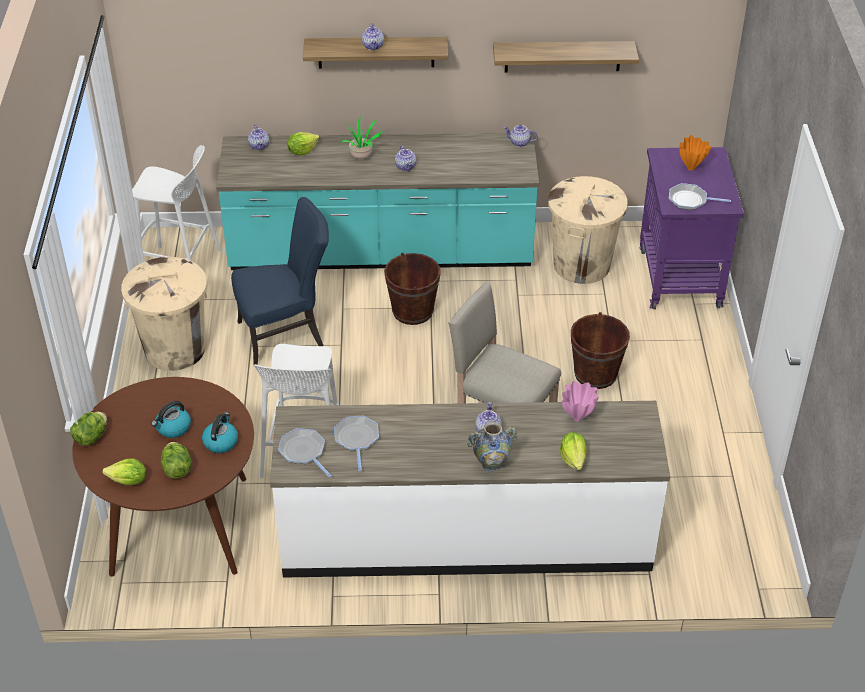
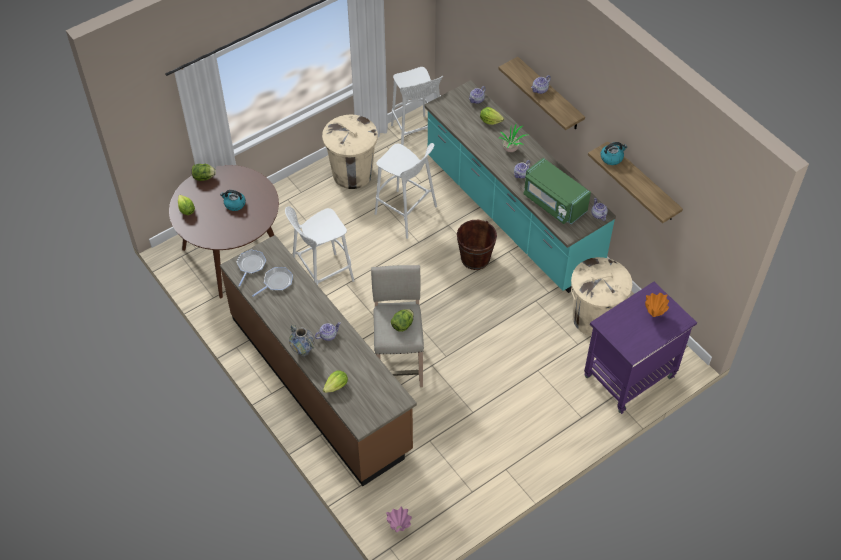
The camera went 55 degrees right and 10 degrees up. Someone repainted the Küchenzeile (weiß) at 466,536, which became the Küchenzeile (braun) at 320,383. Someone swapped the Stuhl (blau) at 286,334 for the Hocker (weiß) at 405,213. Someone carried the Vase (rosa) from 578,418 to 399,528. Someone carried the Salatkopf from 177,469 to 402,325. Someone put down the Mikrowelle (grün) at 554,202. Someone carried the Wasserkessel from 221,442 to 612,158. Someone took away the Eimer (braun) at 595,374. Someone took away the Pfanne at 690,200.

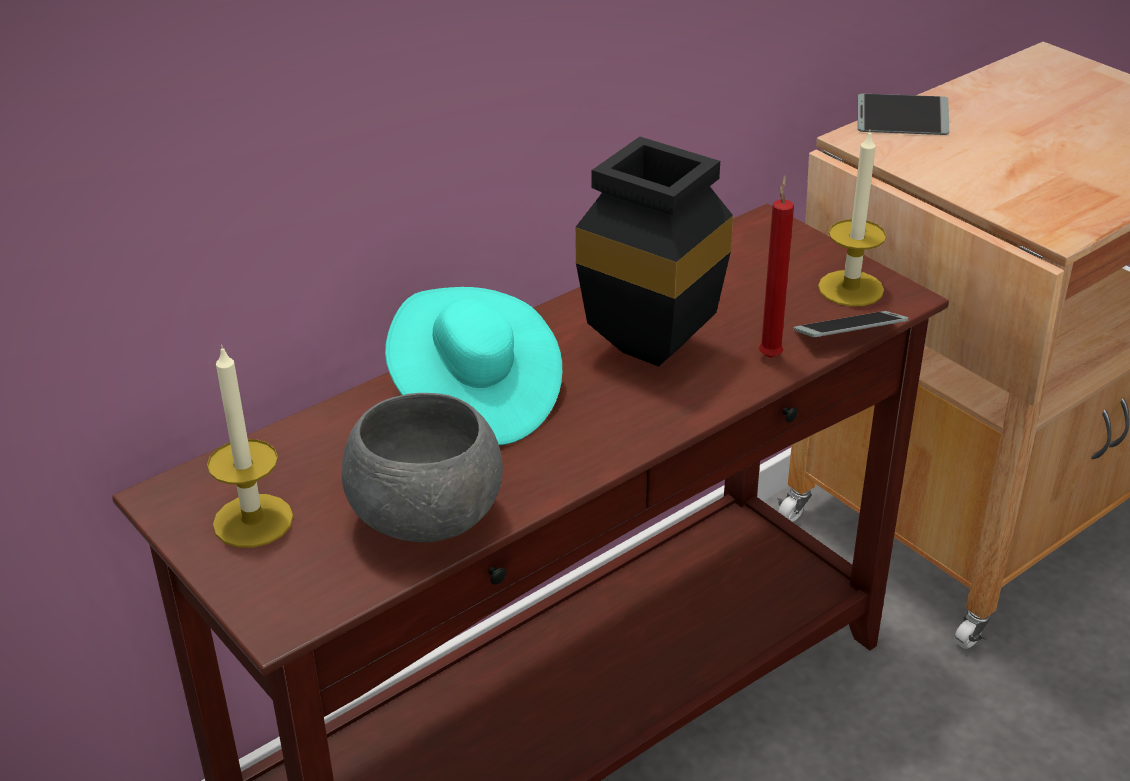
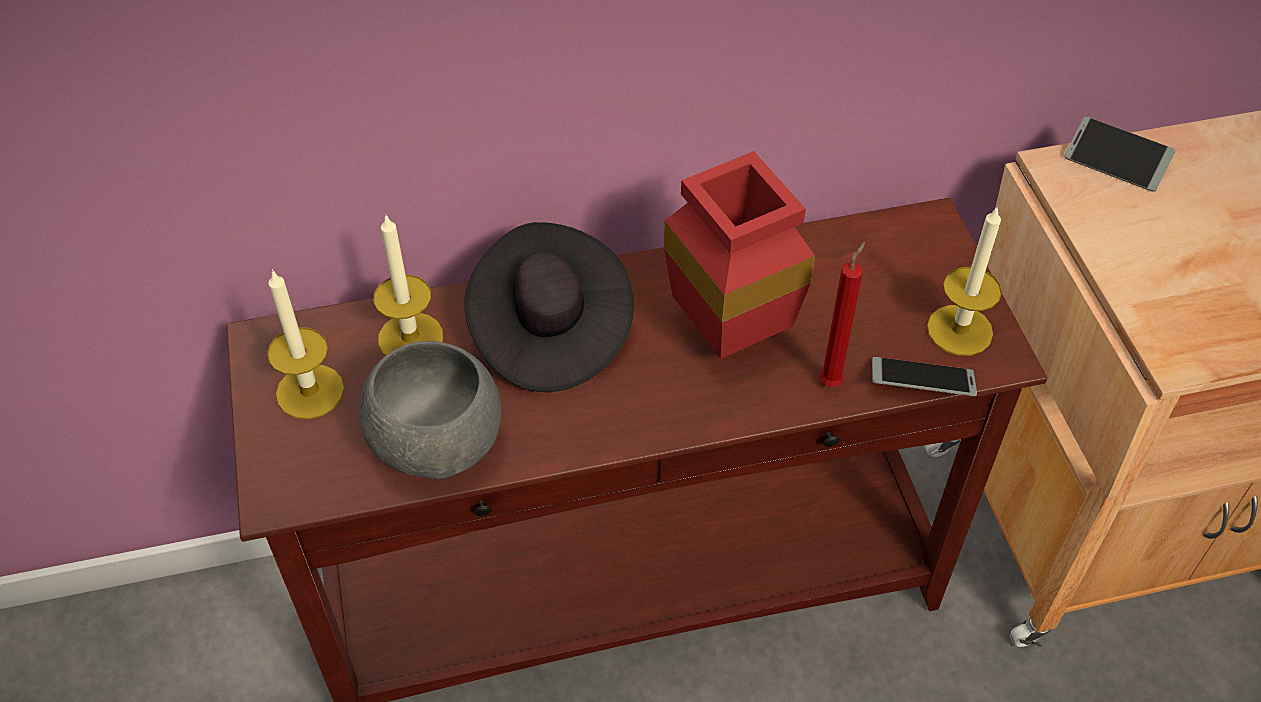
The camera went 25 degrees right and 15 degrees up. Someone put down the Kerze at 410,338. Someone repainted the Hut (türkis) at 474,399, which became the Hut (schwarz) at 549,332. Someone repainted the Vase (schwarz) at 658,350, which became the Vase (rot) at 736,337.

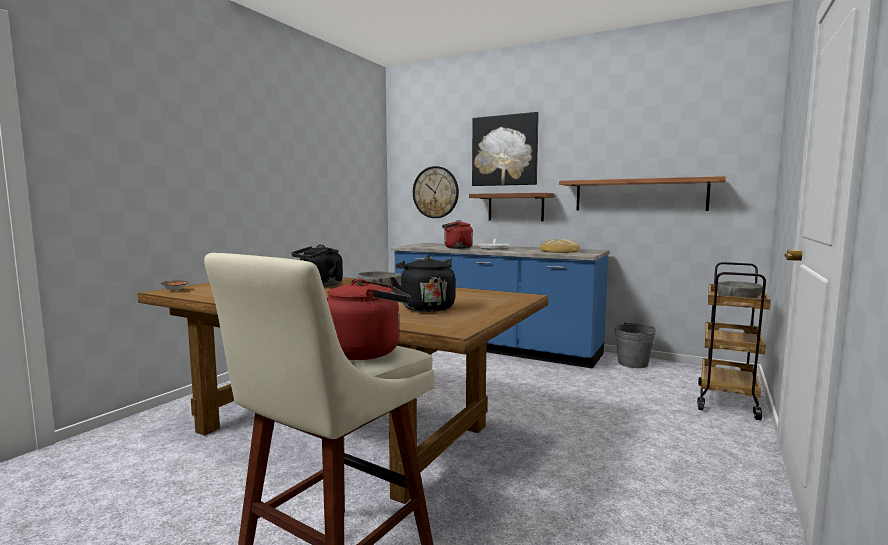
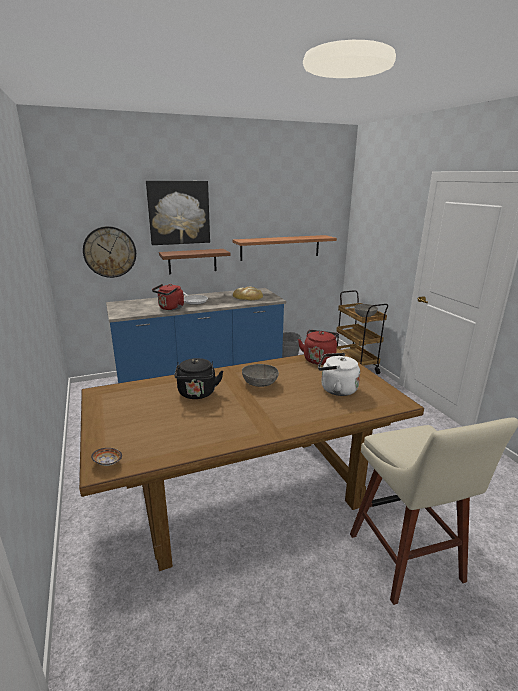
The camera went 50 degrees left and 15 degrees up. Someone carried the Wasserkessel (rot) from 367,351 to 319,359. Someone repainted the Wasserkessel (schwarz) at 425,308, which became the Wasserkessel (weiß) at 336,389.

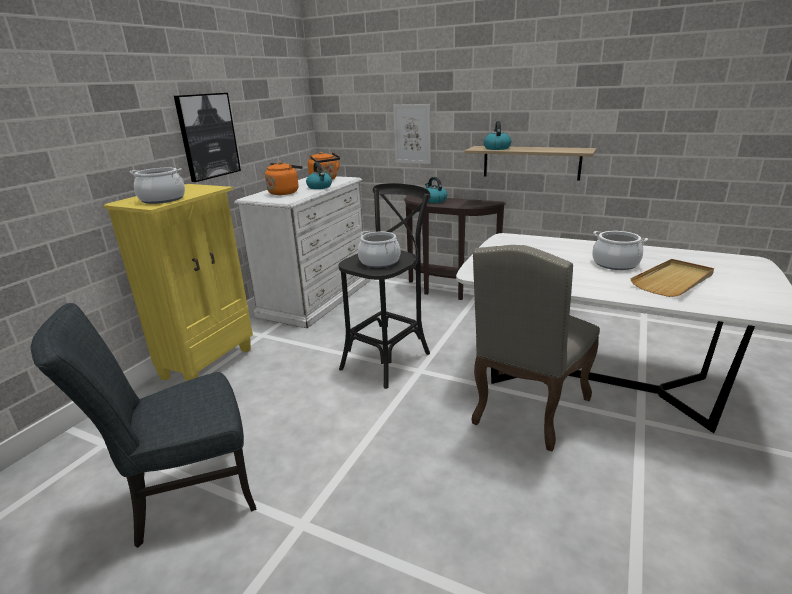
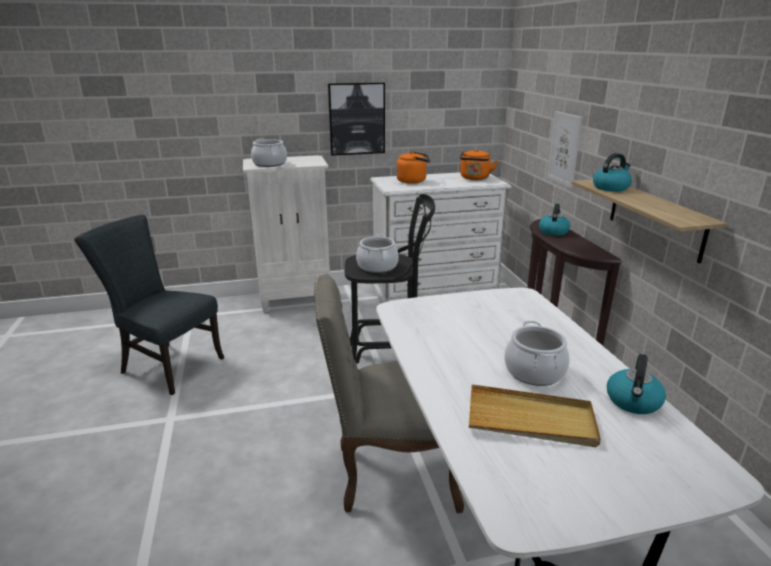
The camera went 50 degrees right and 0 degrees up. Someone repainted the Schrank (gelb) at 209,364, which became the Schrank (weiß) at 295,301. Someone carried the Wasserkessel from 320,187 to 633,402.

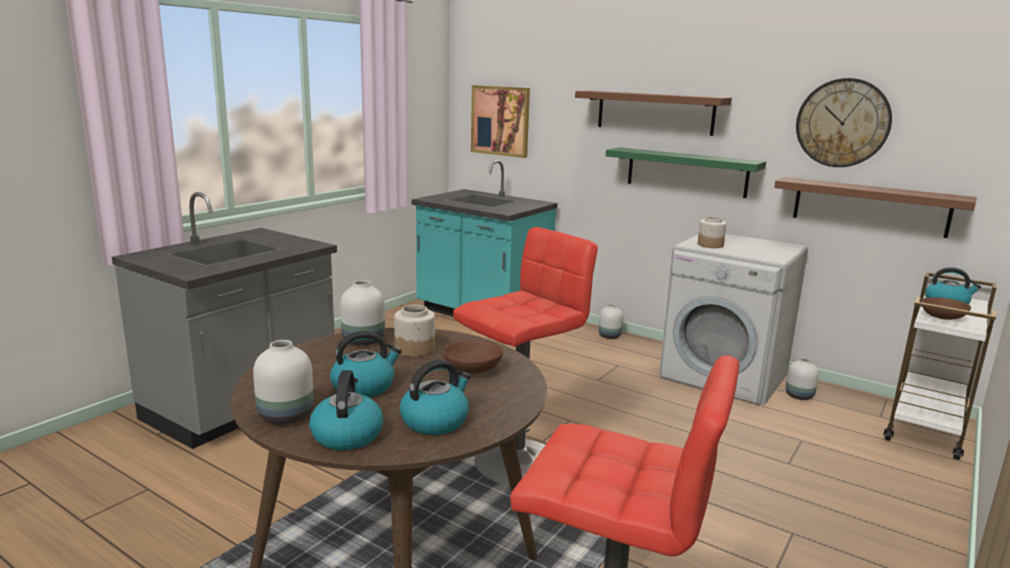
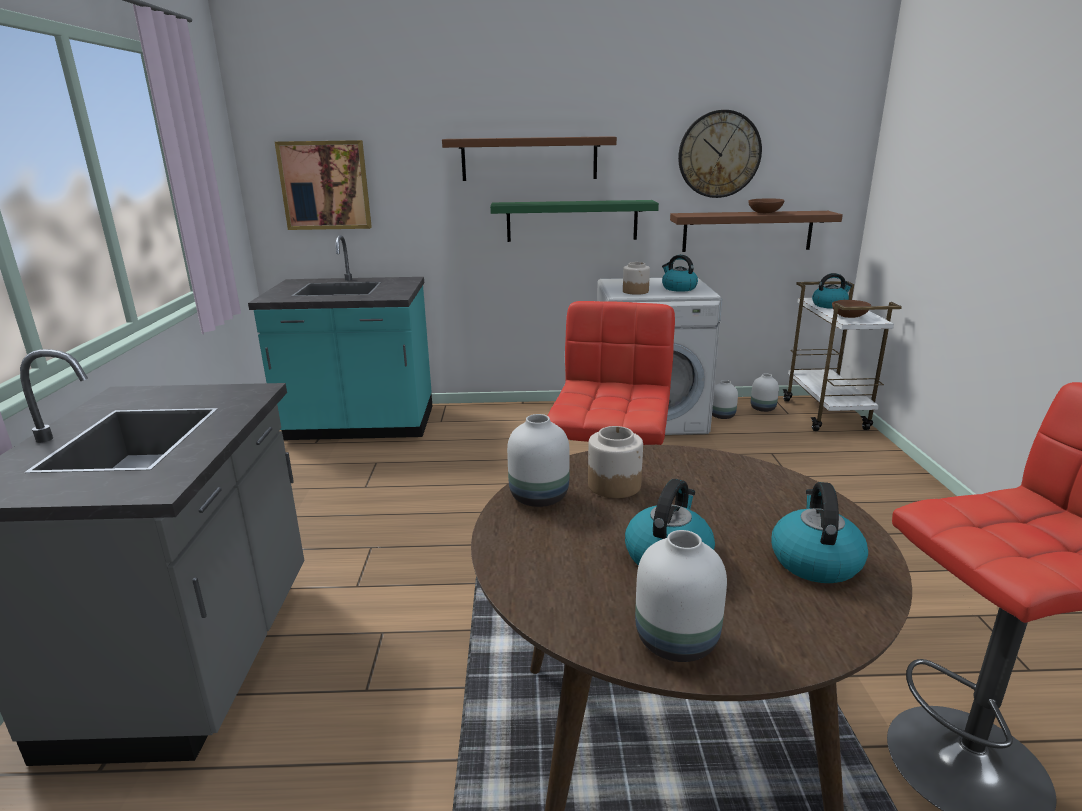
The camera went 35 degrees left and 5 degrees up. Someone carried the Wasserkessel from 347,435 to 678,288. Someone carried the Schüssel (braun) from 472,370 to 765,213. Someone carried the Vase (weiß) from 610,336 to 763,408.

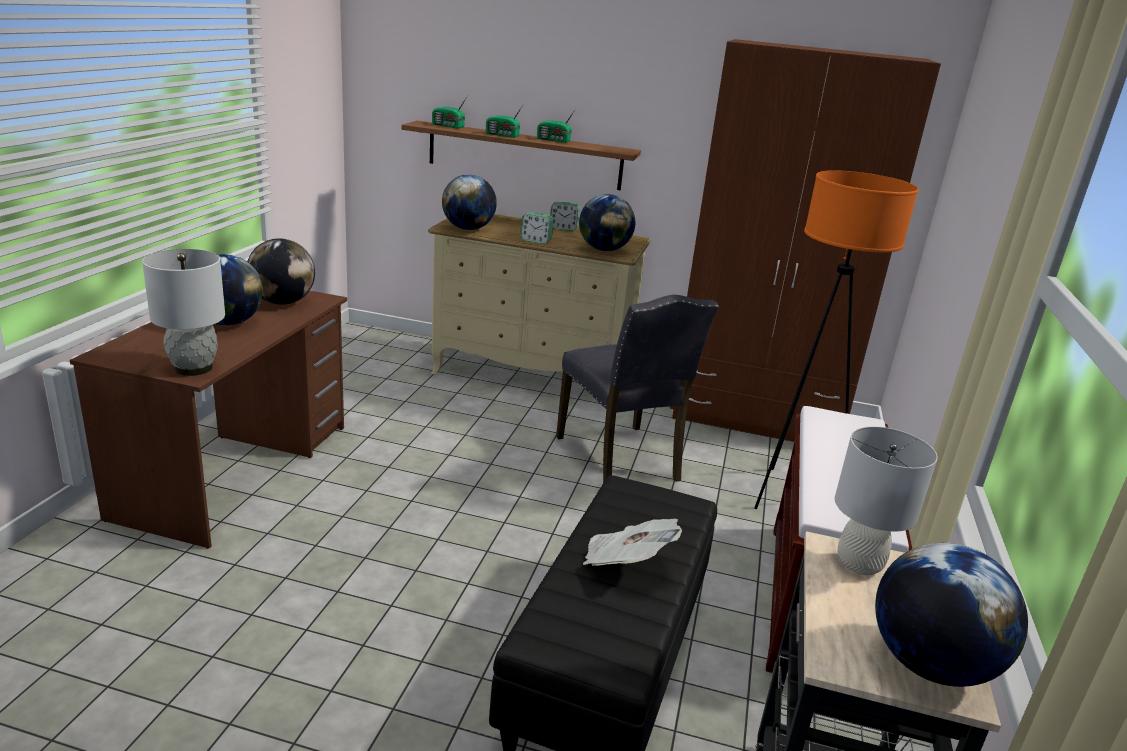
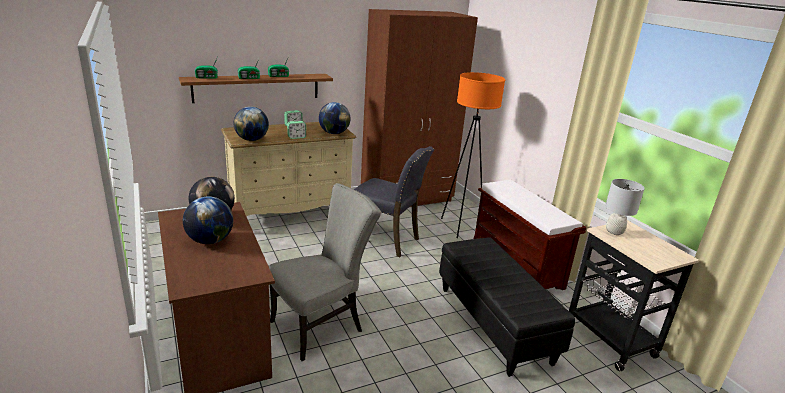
The camera went 40 degrees left and 0 degrees up. Someone put down the Stuhl (grau) at 322,325. Someone took away the Tischlampe (weiß) at 193,368. Someone took away the Zeitung at 626,562. Someone took away the Globus at 930,665.

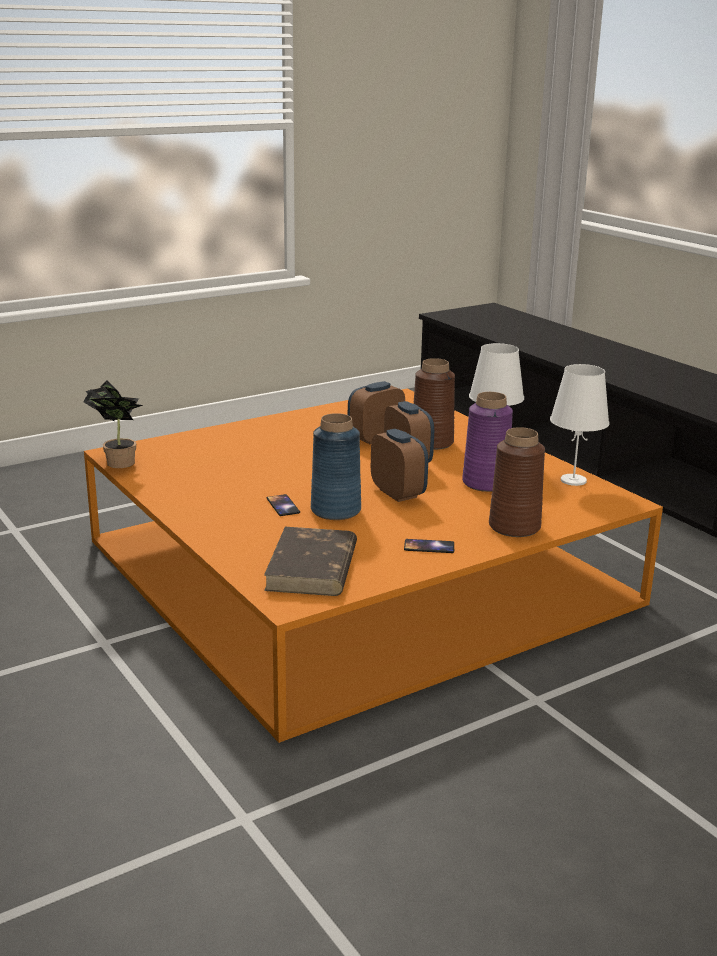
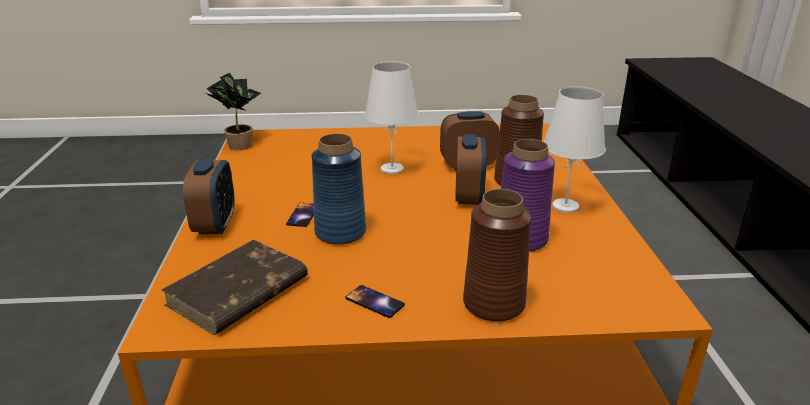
The camera went 30 degrees right and 5 degrees up. Someone carried the Wecker from 398,493 to 215,224. Someone carried the Tischlampe (weiß) from 573,480 to 392,169.

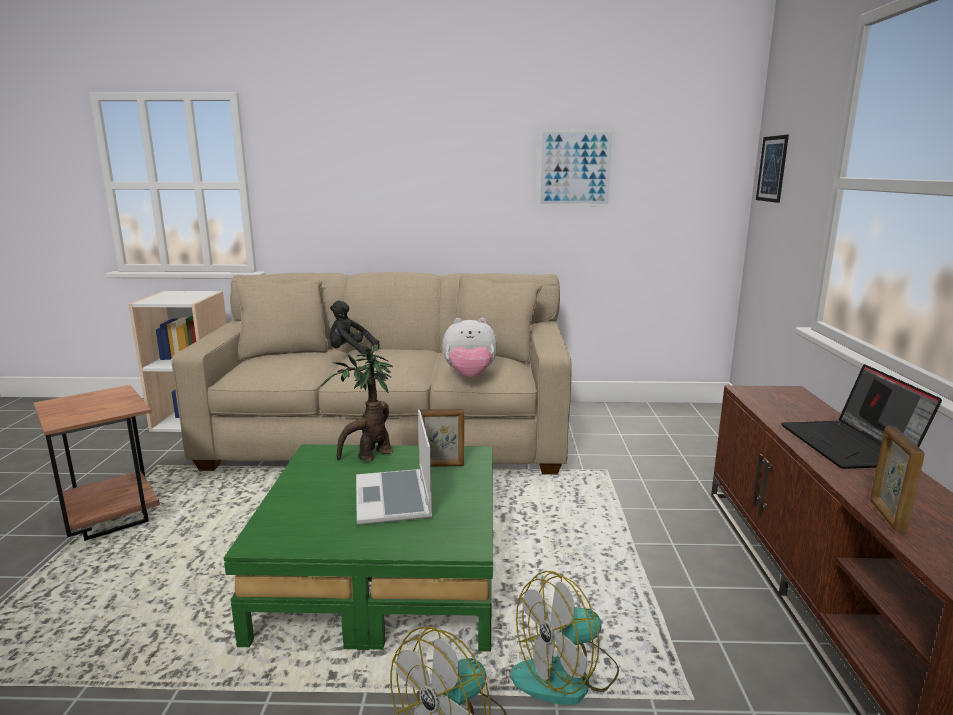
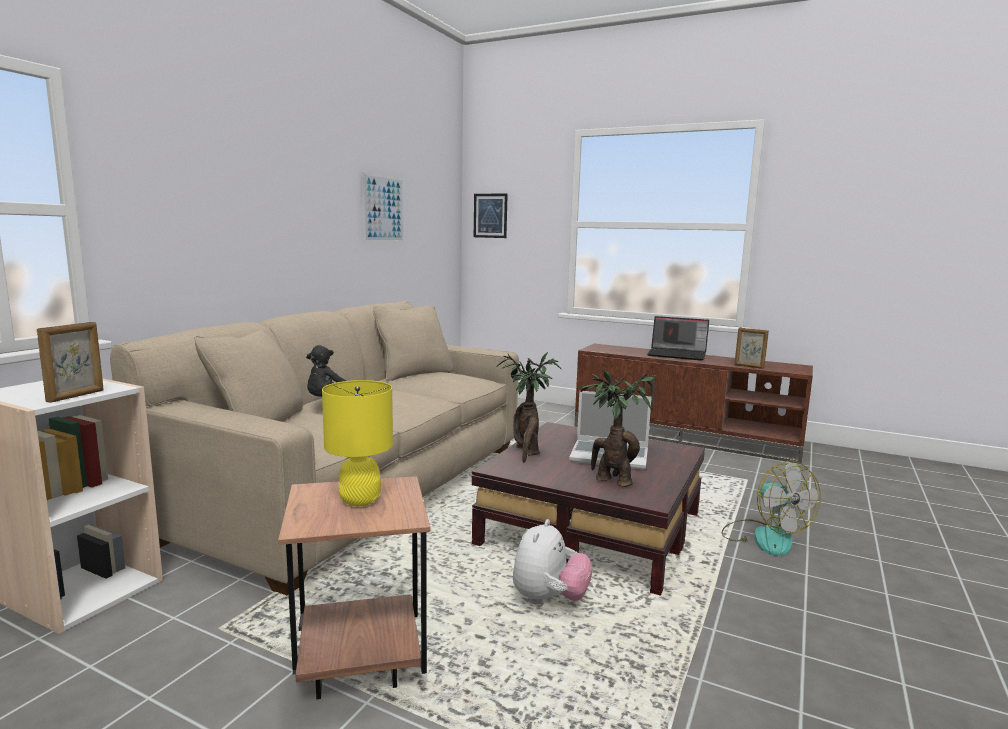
The camera went 65 degrees left and 5 degrees down. Someone carried the Bilderrahmen from 442,465 to 76,396. Someone put down the Tischlampe (gelb) at 360,500. Someone repainted the Couchtisch (grün) at 386,571, which became the Couchtisch (braun) at 591,527. Someone carried the Plüschtier from 470,377 to 549,599. Someone put down the Topfpflanze at 610,480. Someone took away the Ventilator at 566,675.

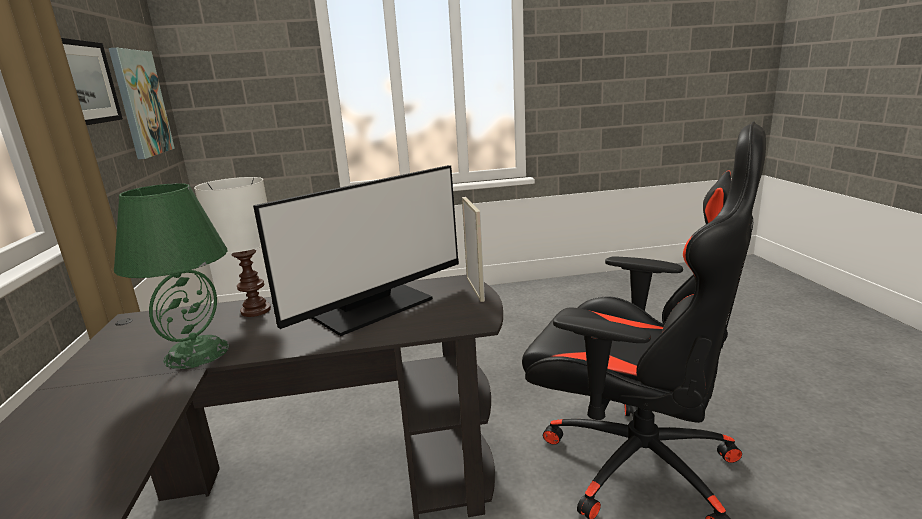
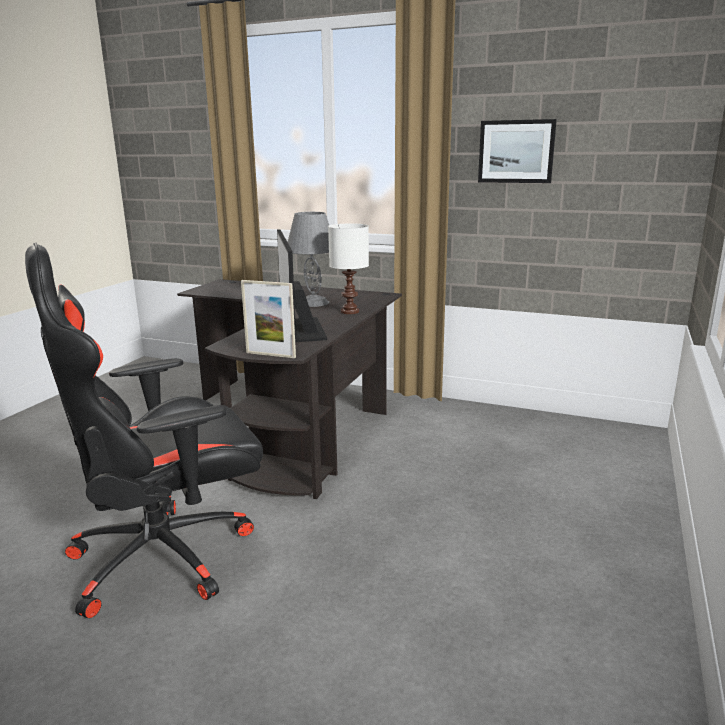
The camera went 120 degrees right and 0 degrees up. Someone repainted the Tischlampe (grün) at 197,352, which became the Tischlampe (grau) at 313,302. Someone took away the Bild at 141,103.

